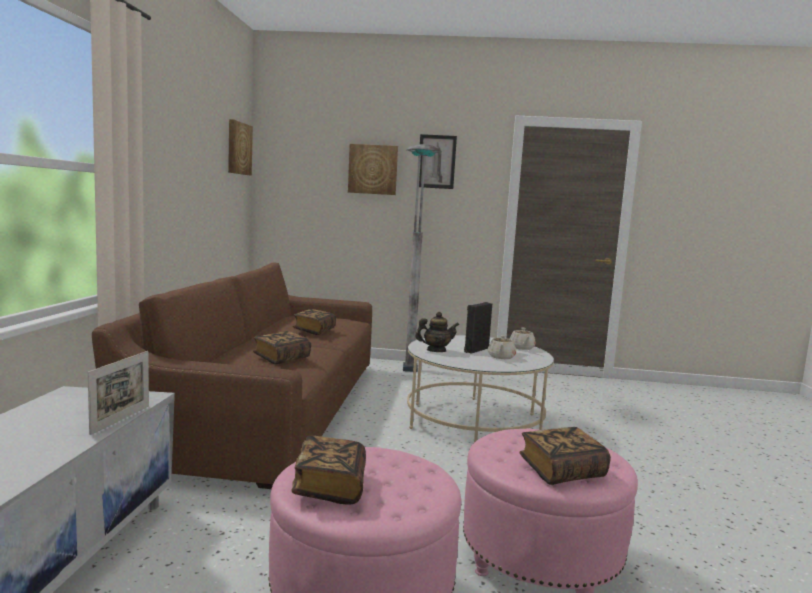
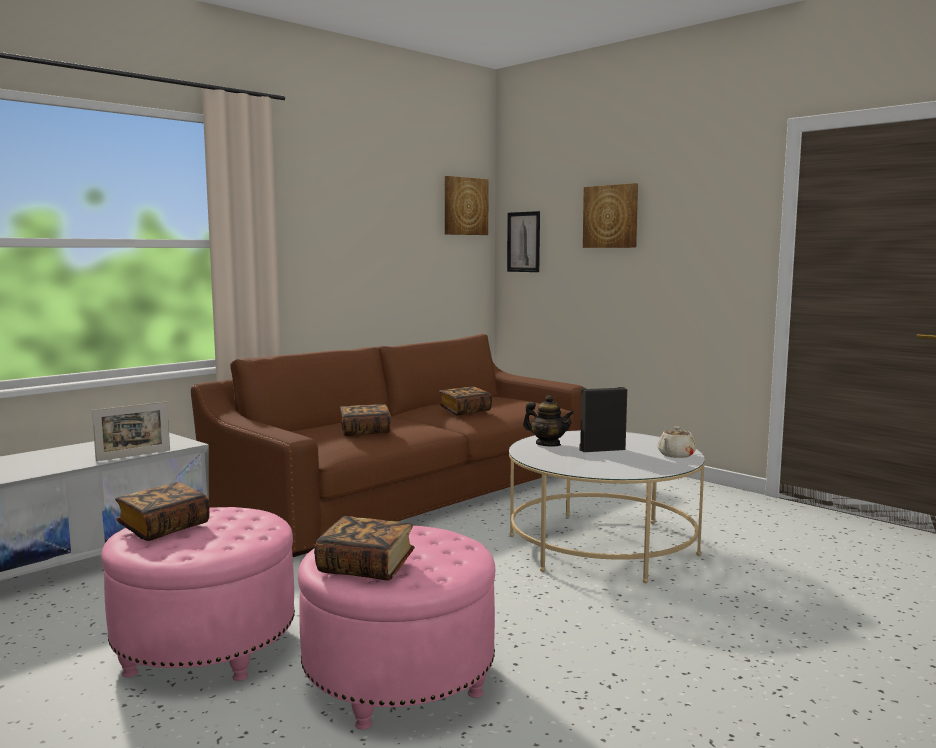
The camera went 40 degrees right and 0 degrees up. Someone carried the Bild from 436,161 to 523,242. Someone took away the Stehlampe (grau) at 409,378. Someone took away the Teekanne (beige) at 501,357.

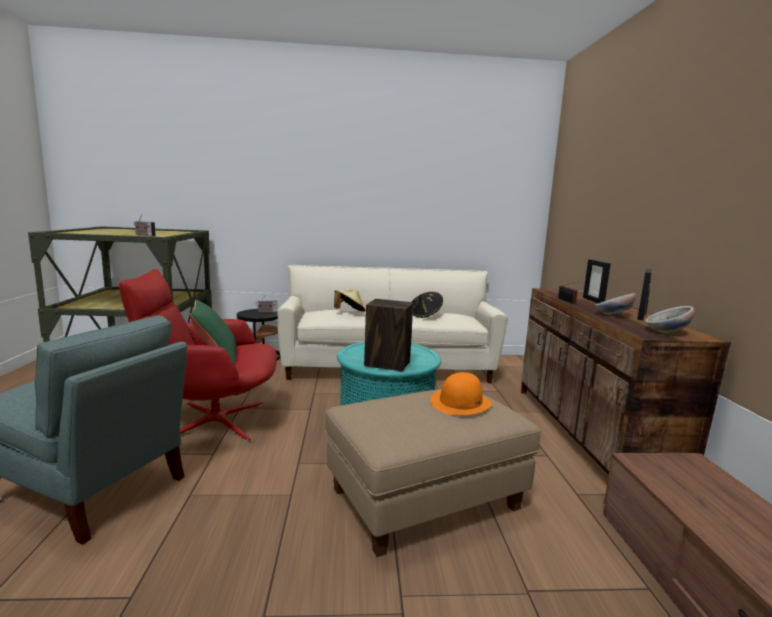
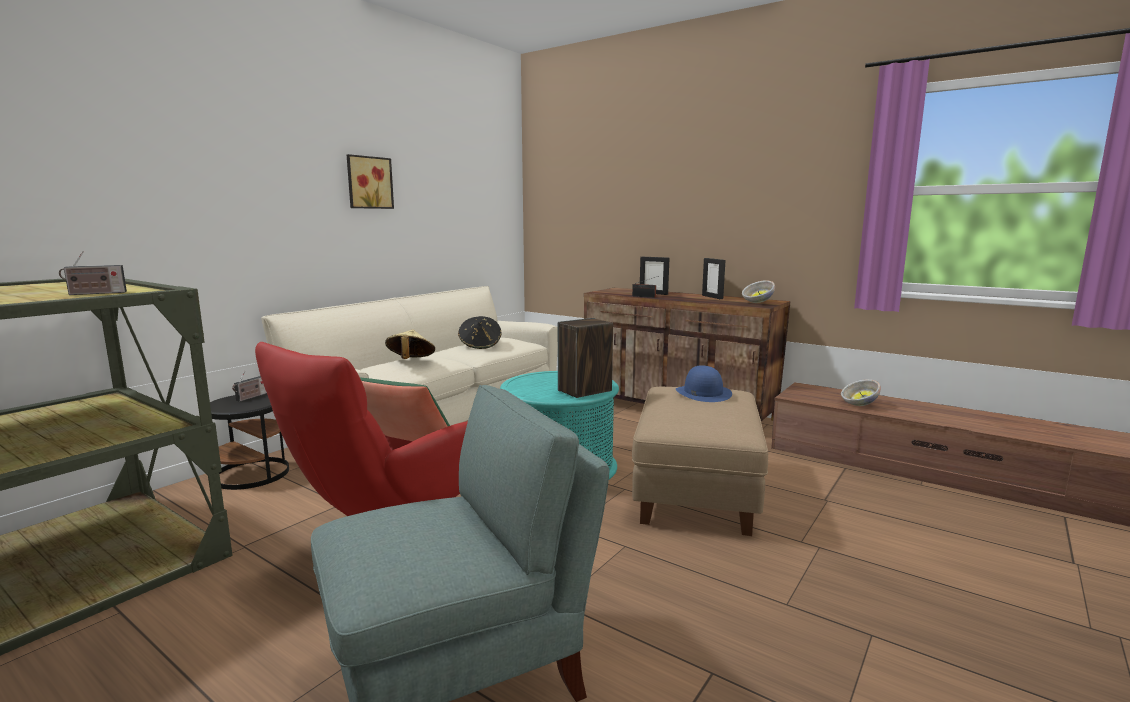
The camera went 50 degrees left and 0 degrees up. Someone put up the Bild at 368,182. Someone repainted the Hut (orange) at 460,402, which became the Hut (blau) at 703,393. Someone carried the Schüssel from 613,315 to 859,404.

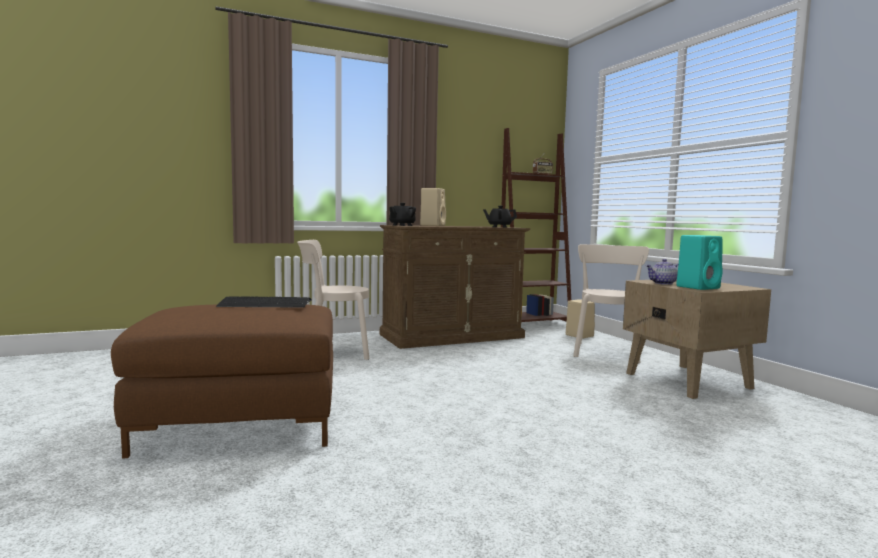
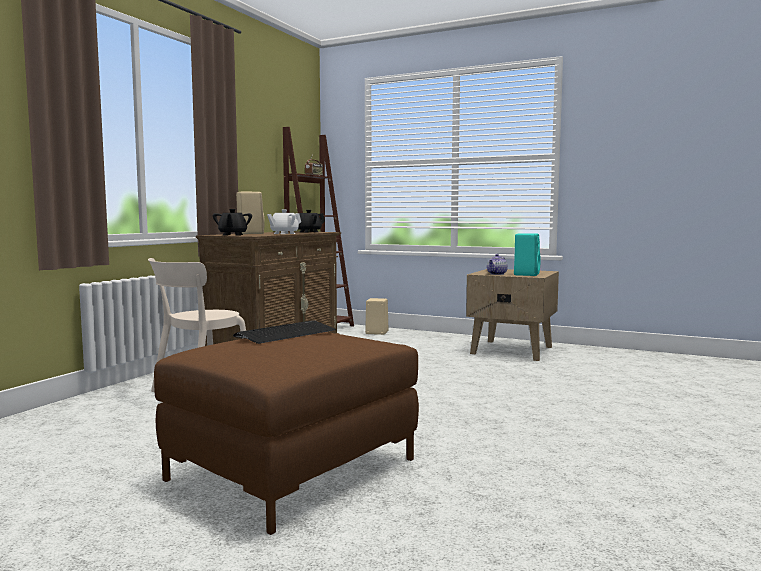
The camera went 40 degrees left and 0 degrees up. Someone put down the Teekanne (weiß) at 284,233. Someone took away the Stuhl (beige) at 606,351.

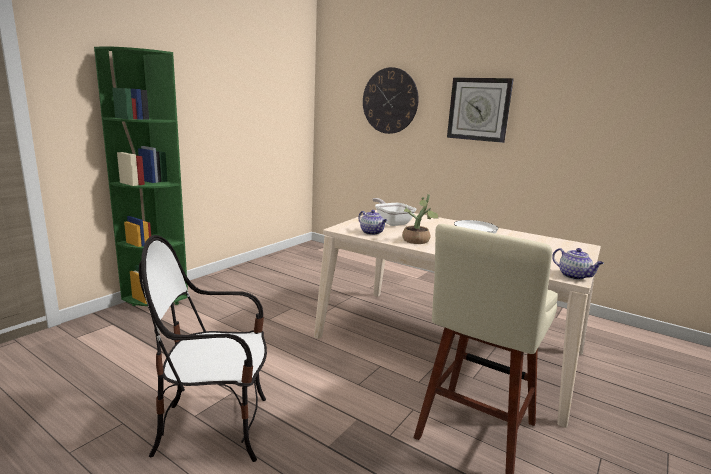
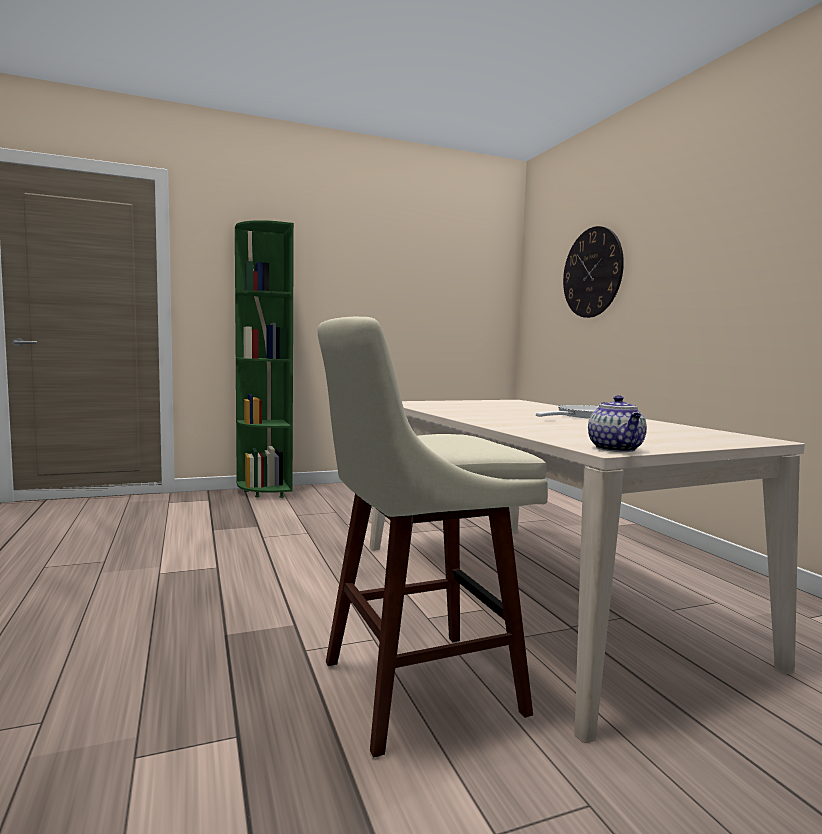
The camera went 35 degrees right and 10 degrees down. Someone took away the Stuhl at 215,427. Someone took away the Teekanne at 372,232. Someone took away the Pfanne at 392,222. Someone took away the Topfpflanze at 417,241. Someone took away the Wanduhr at 479,109.

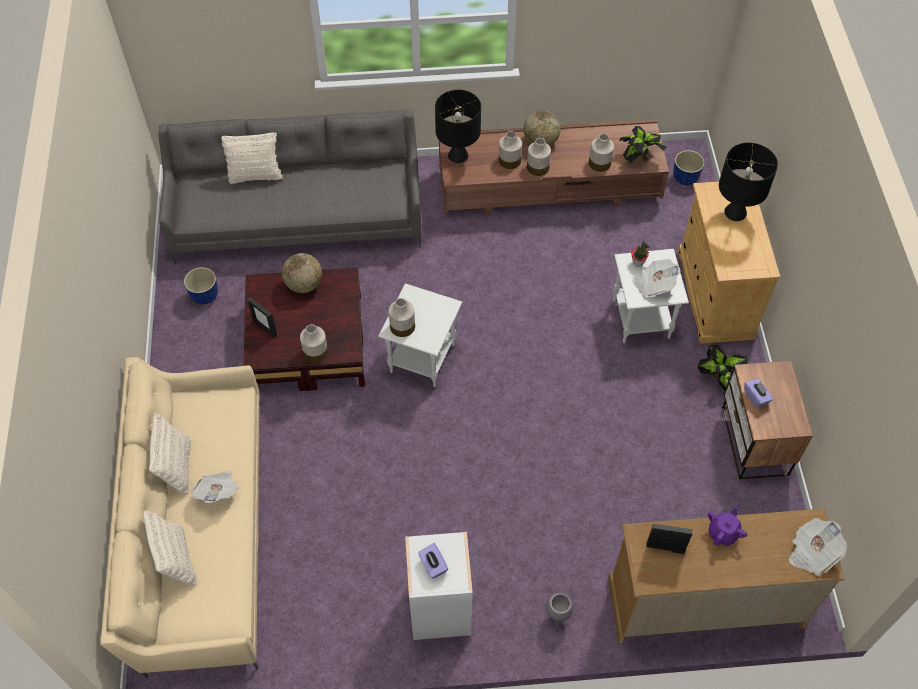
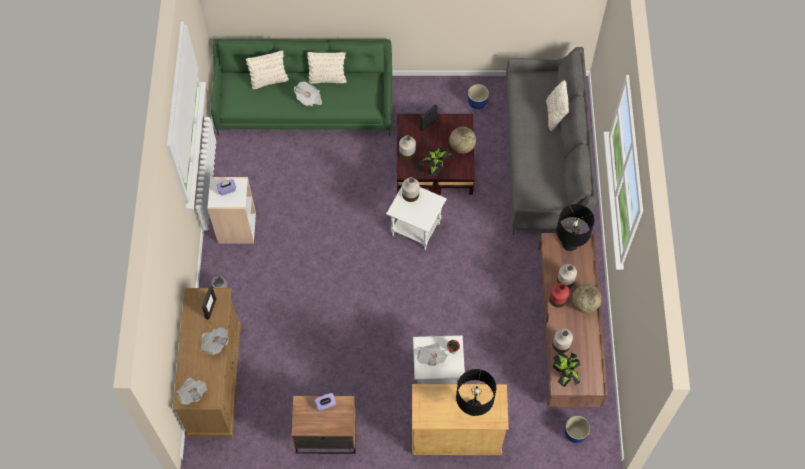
The camera went 95 degrees right and 5 degrees up. Someone swapped the Teekanne (lila) at 723,532 for the Zeitung at 215,343. Someone repainted the Sofa (beige) at 201,532, which became the Sofa (grün) at 305,106. Someone carried the Topfpflanze from 718,379 to 436,168. Someone repainted the Vase (beige) at 538,167, which became the Vase (rot) at 557,299.

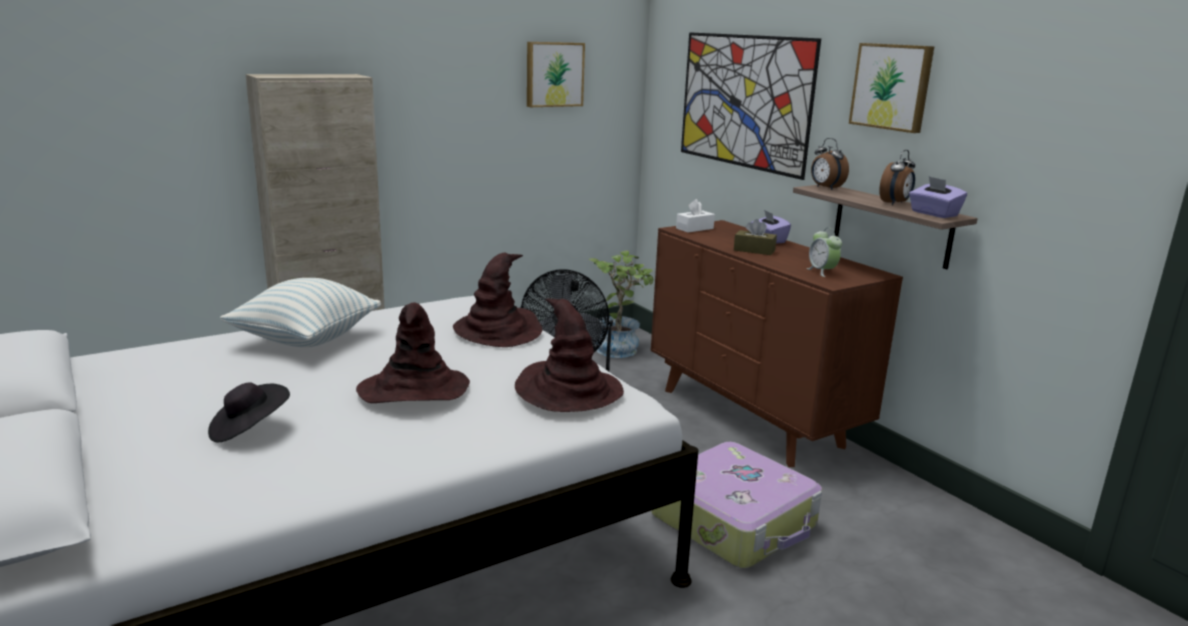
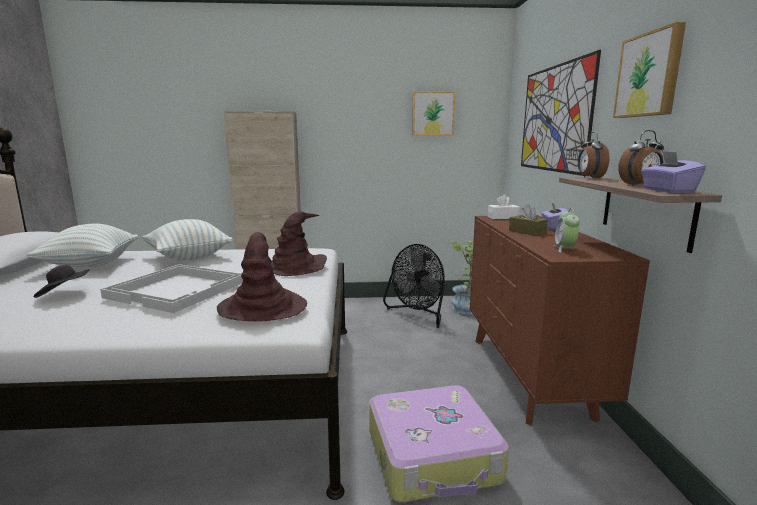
The camera went 30 degrees right and 5 degrees down. Someone put down the Kissen at 90,265. Someone swapped the Hut (braun) at 414,390 for the Tablett (weiß) at 178,289.

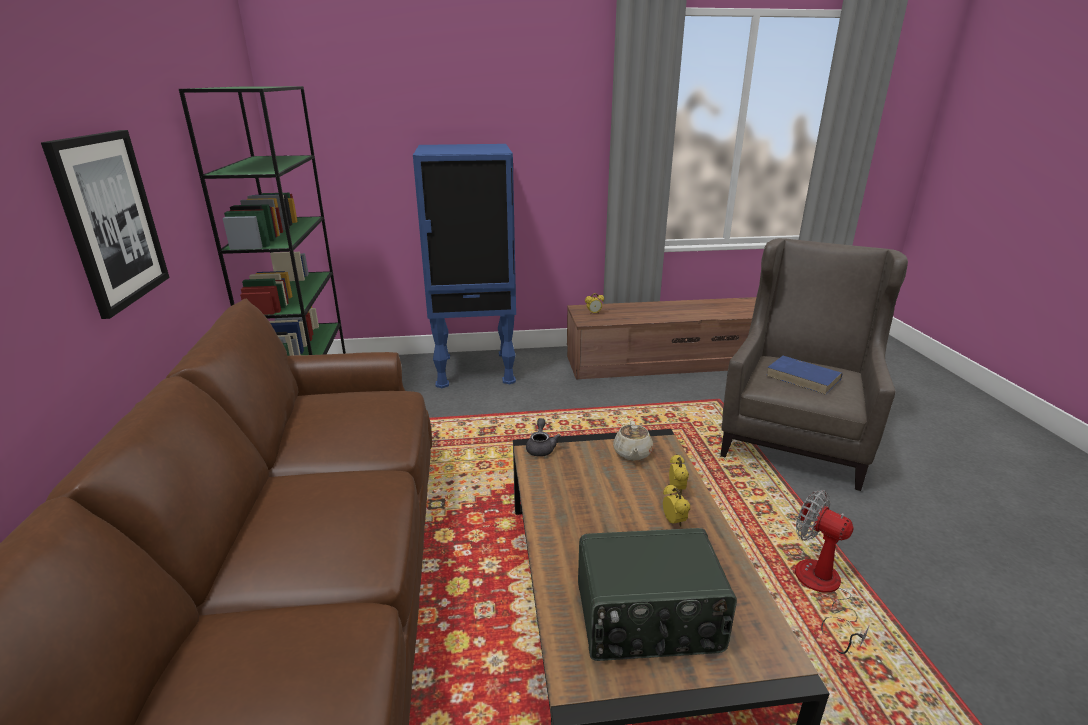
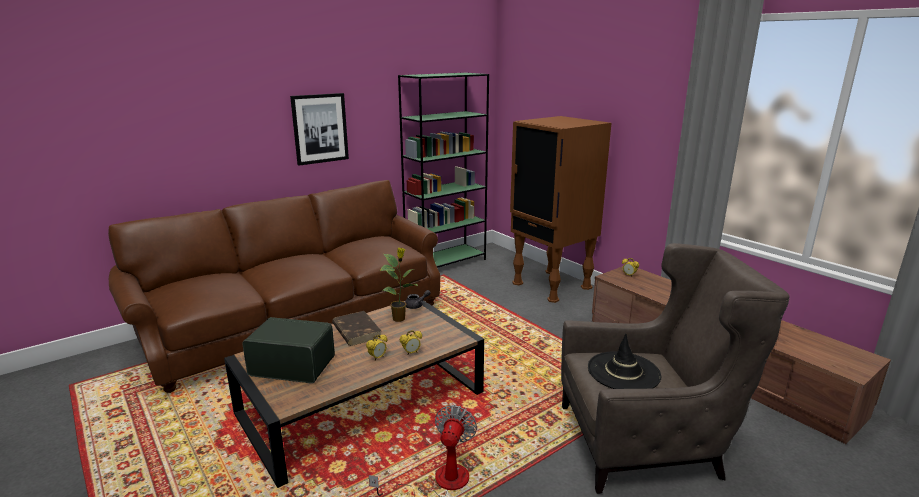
The camera went 60 degrees right and 5 degrees down. Someone rotated the Radio at 648,620 by 135 degrees clockwise. Someone put down the Buch (braun) at 356,331. Someone put down the Topfpflanze at 399,318. Someone repainted the Schrank (blau) at 476,369, which became the Schrank (braun) at 551,285. Someone swapped the Buch (blau) at 803,378 for the Hut (schwarz) at 623,372. Someone took away the Teekanne (beige) at 632,453.

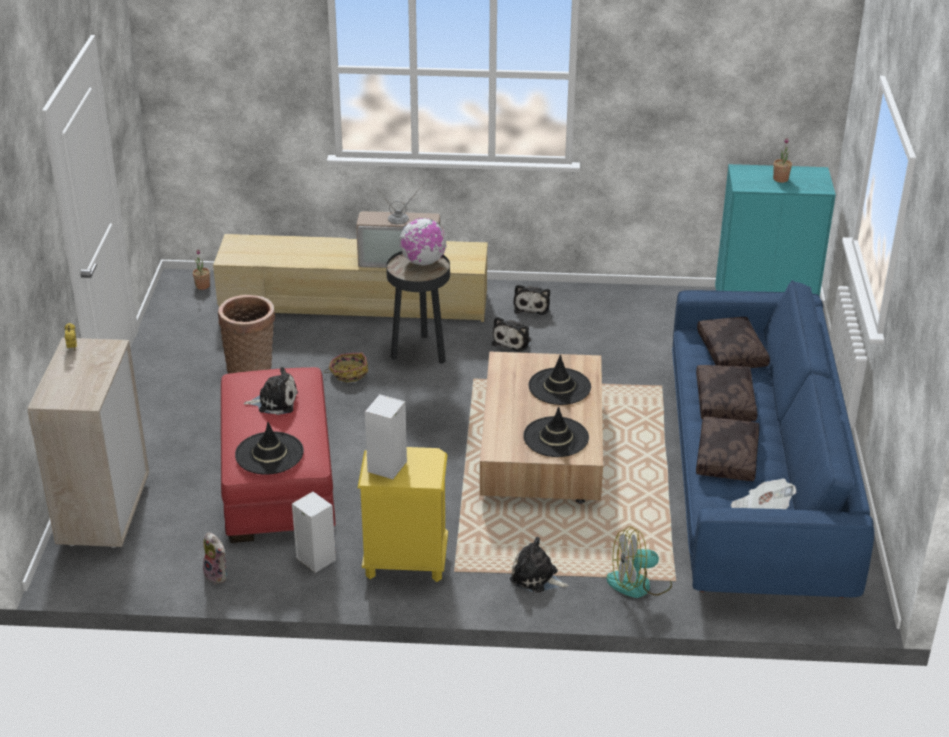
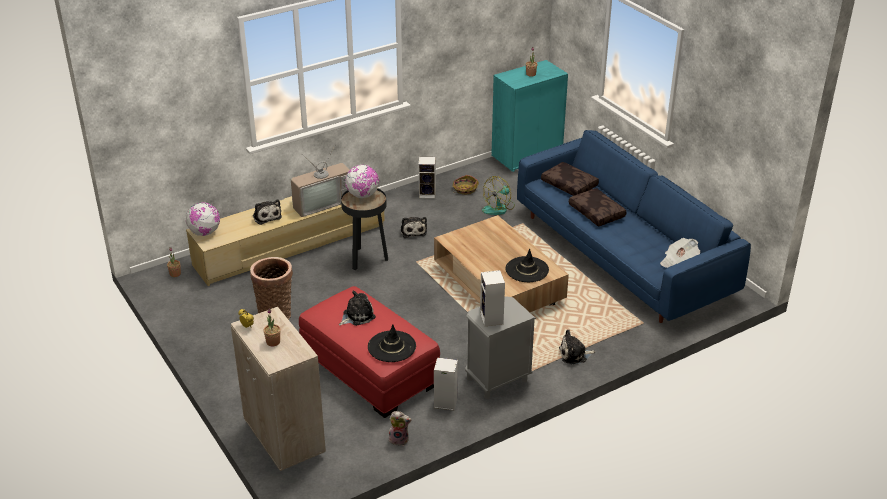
The camera went 35 degrees left and 0 degrees up. Someone put down the Globus at 205,232. Someone carried the Plüschtier from 532,306 to 266,216. Someone put down the Topfpflanze at 273,342. Someone put down the Lautsprecher at 428,194. Someone carried the Korb from 348,373 to 464,189. Someone repainted the Nachttisch (gelb) at 405,562, which became the Nachttisch (grau) at 497,380. Someone carried the Ventilator from 639,583 to 499,208. Someone took away the Hut (schwarz) at 559,387. Someone took away the Kissen (braun) at 728,458.

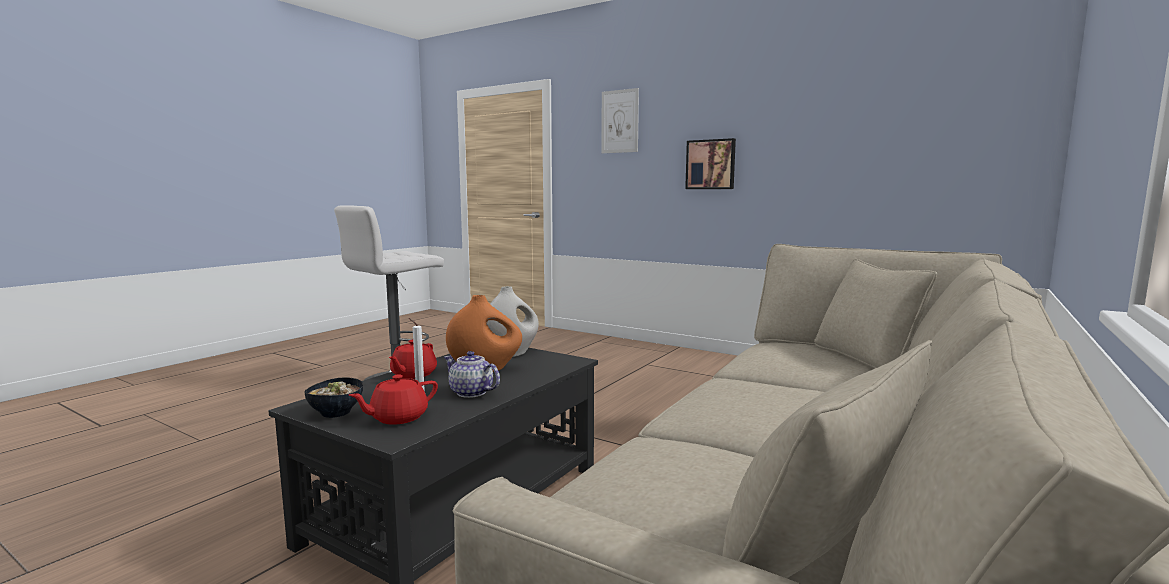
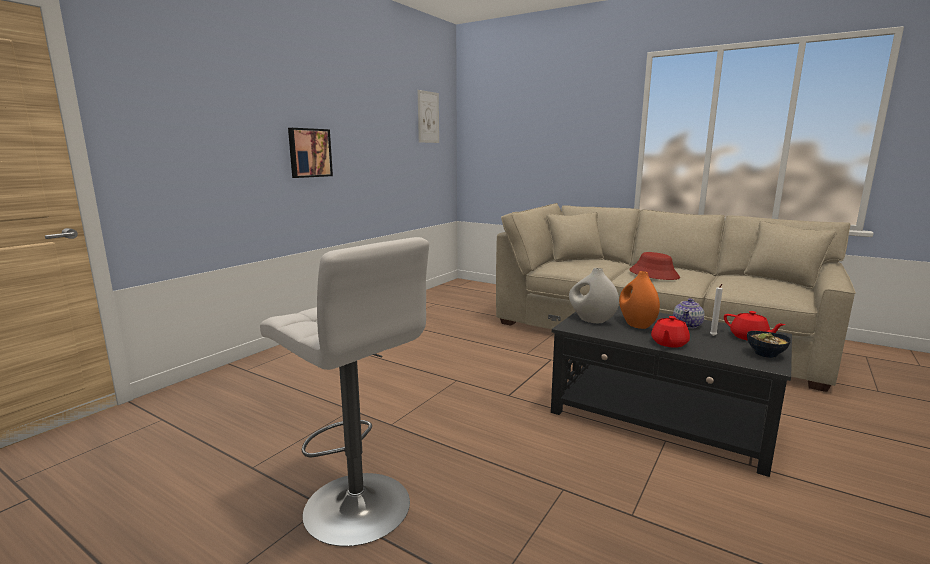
The camera went 90 degrees left and 5 degrees up. Someone carried the Bild from 619,121 to 428,117. Someone put down the Hut (rot) at 654,274. Someone rotated the Teekanne (rot) at 413,374 by 105 degrees clockwise.

